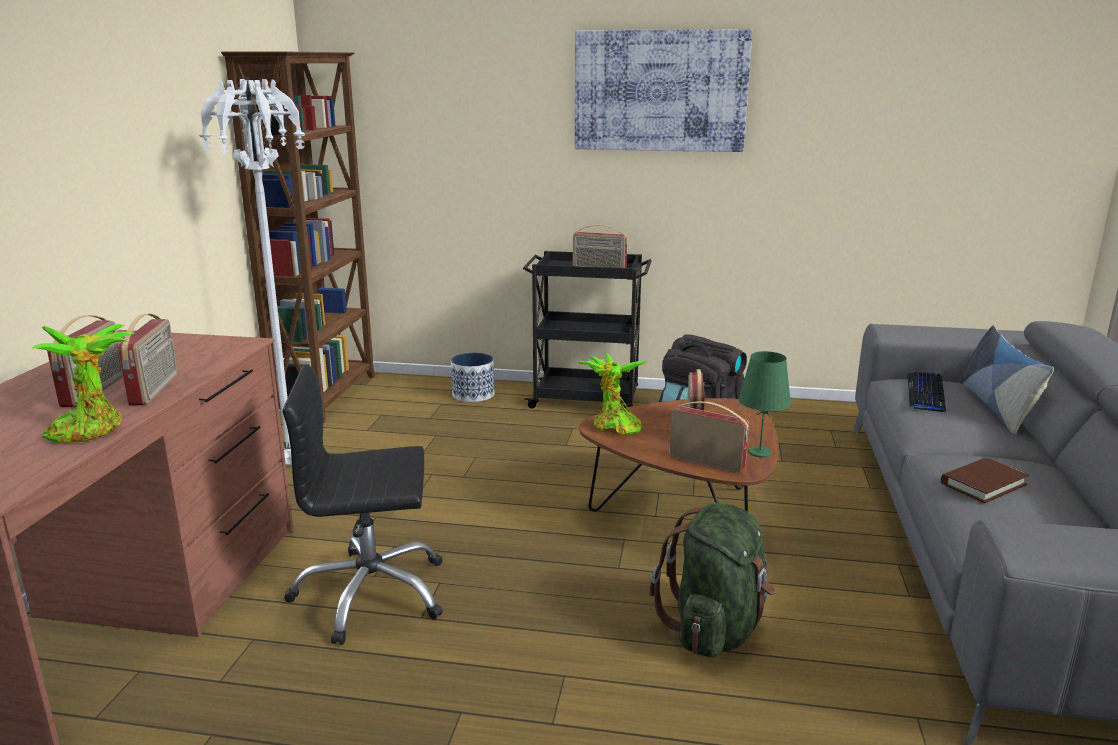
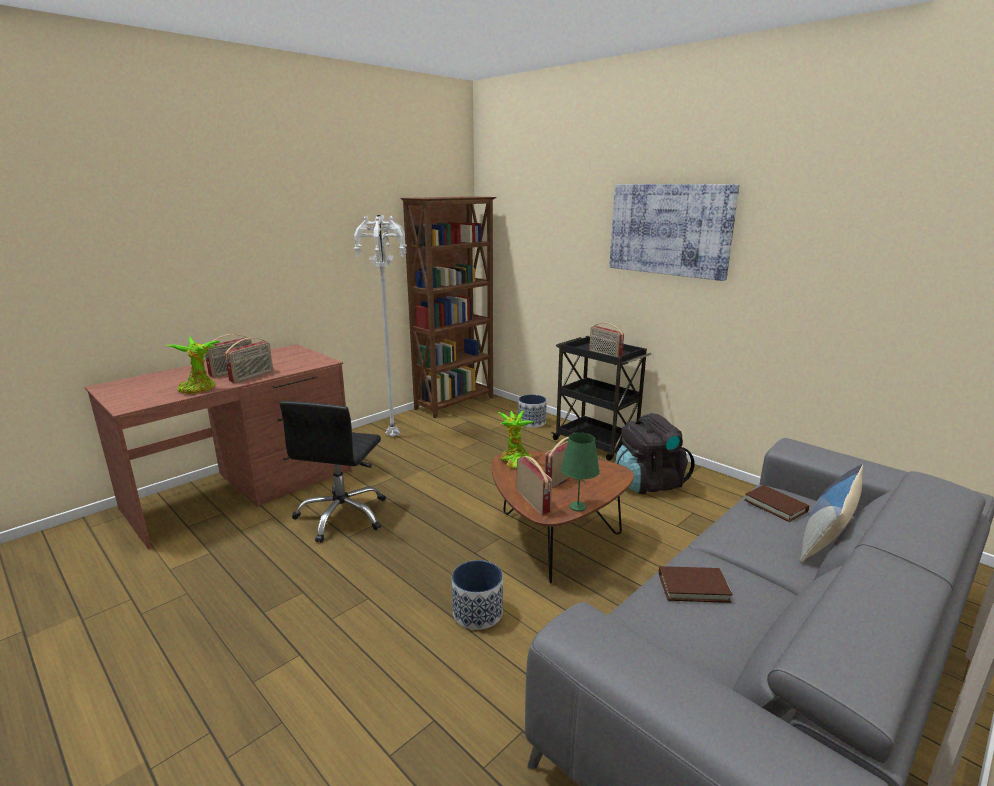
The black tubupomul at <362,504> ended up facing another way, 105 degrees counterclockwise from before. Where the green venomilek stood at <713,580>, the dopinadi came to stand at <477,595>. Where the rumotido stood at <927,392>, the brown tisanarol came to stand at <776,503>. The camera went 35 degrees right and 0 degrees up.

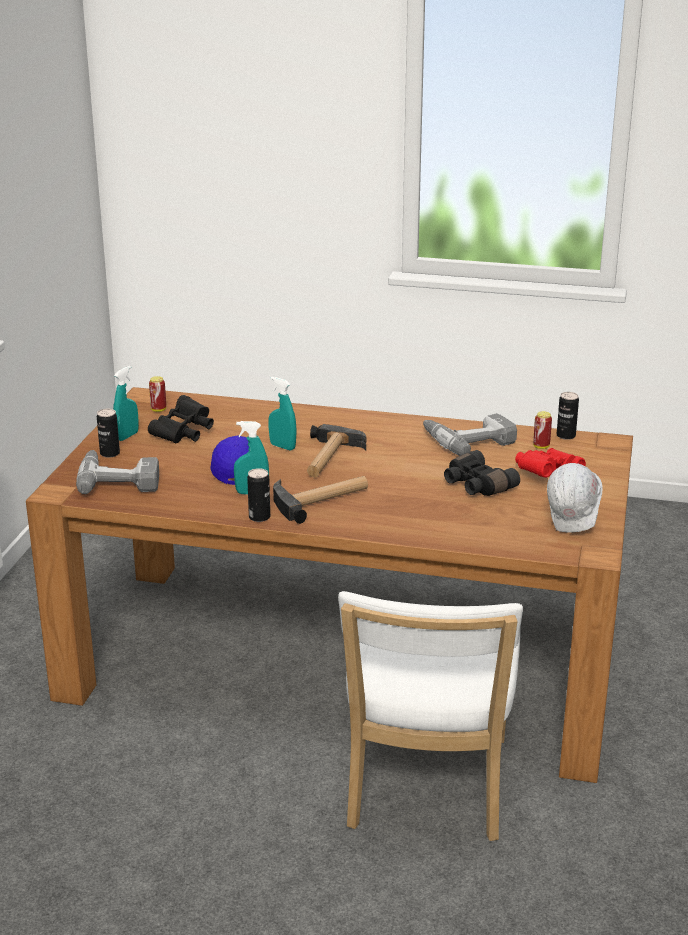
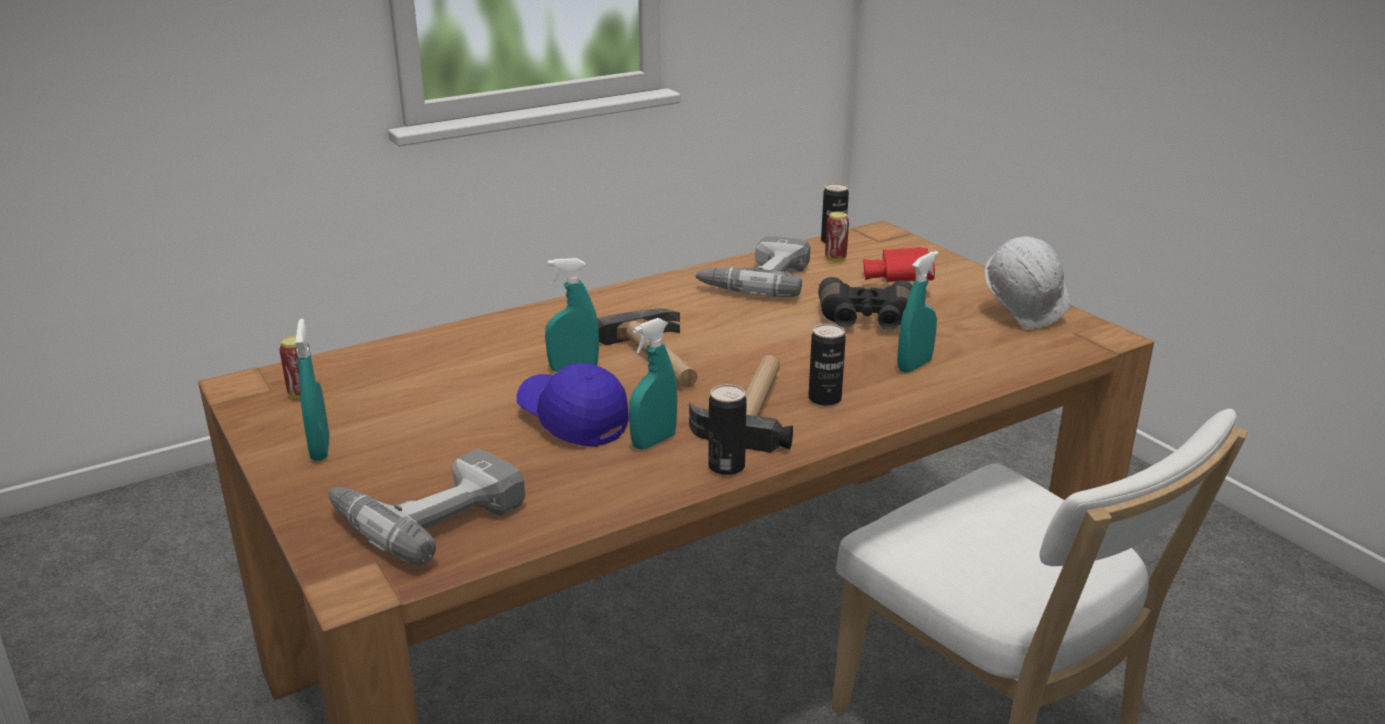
The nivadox ended up elsewhere, having gone from <108,433> to <827,365>. The second view gained the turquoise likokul at <918,312>. The second view lost the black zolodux at <181,419>. The camera went 45 degrees left and 0 degrees up.

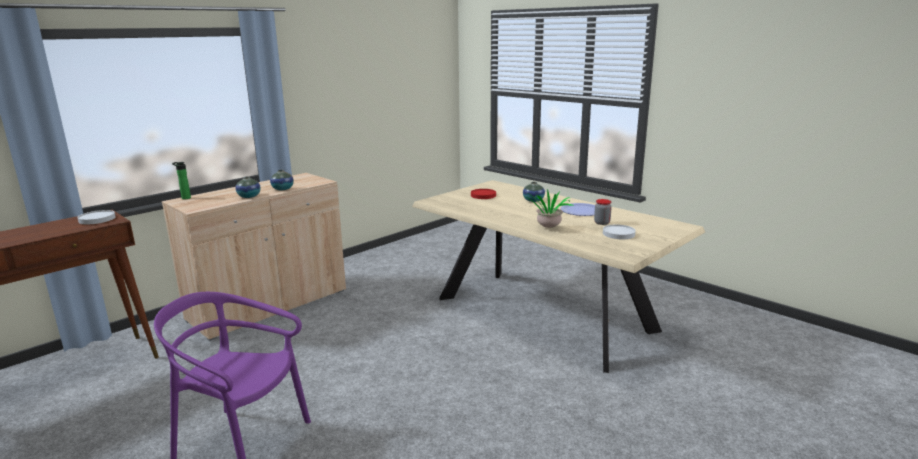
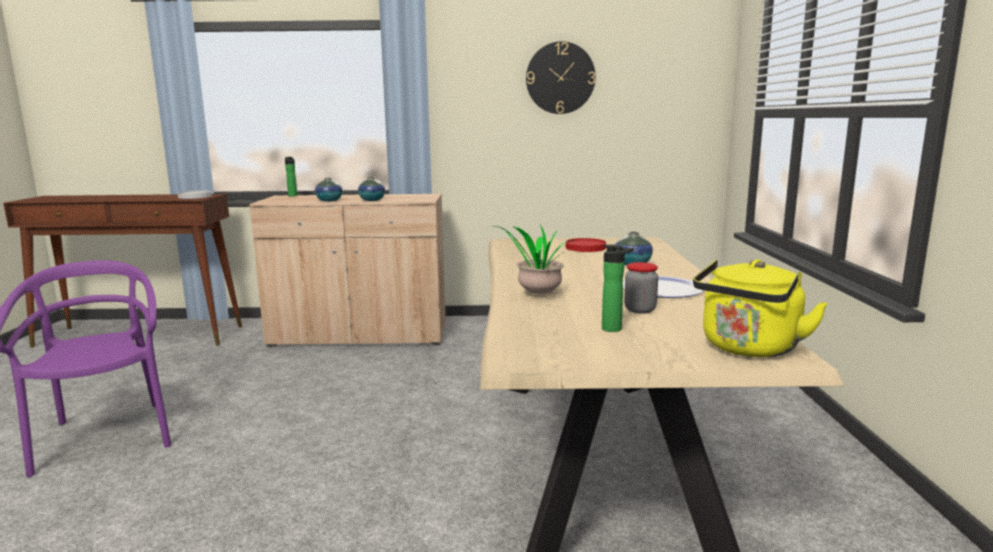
The second view gained the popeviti at <561,77>. Where the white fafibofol stood at <619,232>, the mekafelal came to stand at <618,288>. The second view gained the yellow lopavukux at <760,308>. The camera went 45 degrees right and 5 degrees down.

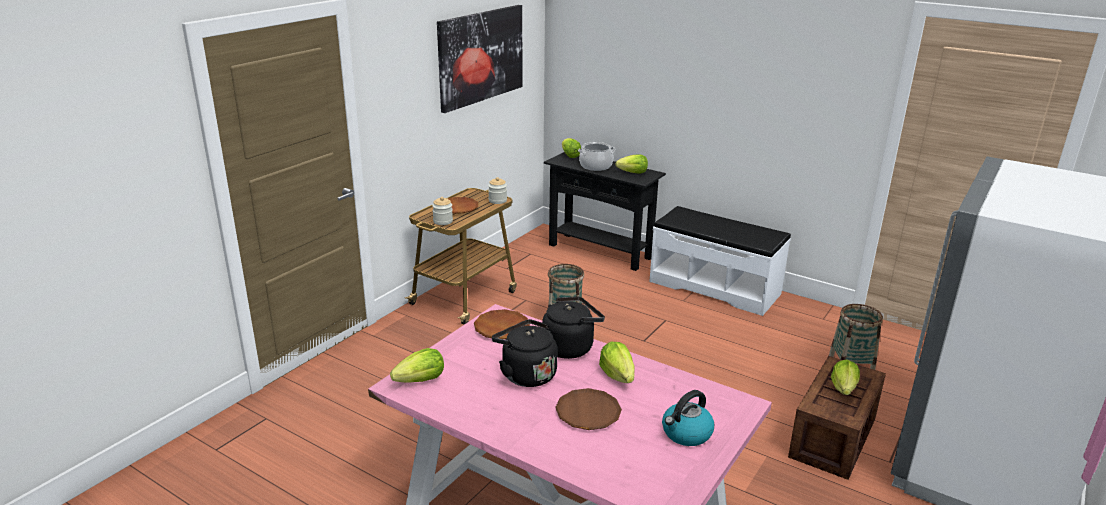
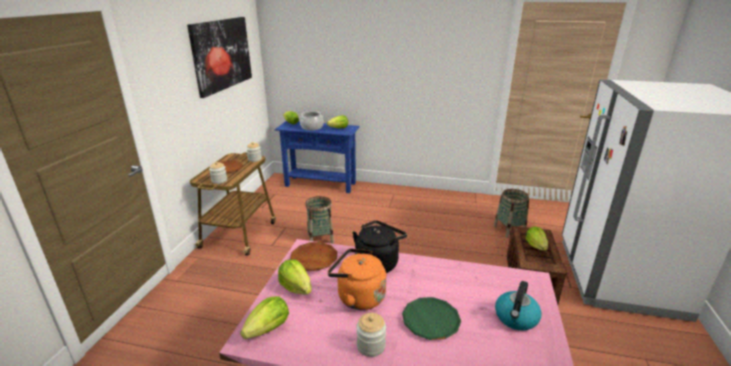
What was the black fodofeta at <605,211> turned into the blue fodofeta at <317,157>. The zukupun ended up elsewhere, having gone from <617,362> to <295,277>. What was the black lopavukux at <524,353> turned into the orange lopavukux at <357,279>. The second view gained the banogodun at <371,335>. What was the brown fafibofol at <588,409> turned into the green fafibofol at <431,318>. The second view lost the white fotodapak at <720,261>. The camera went 20 degrees left and 0 degrees up.

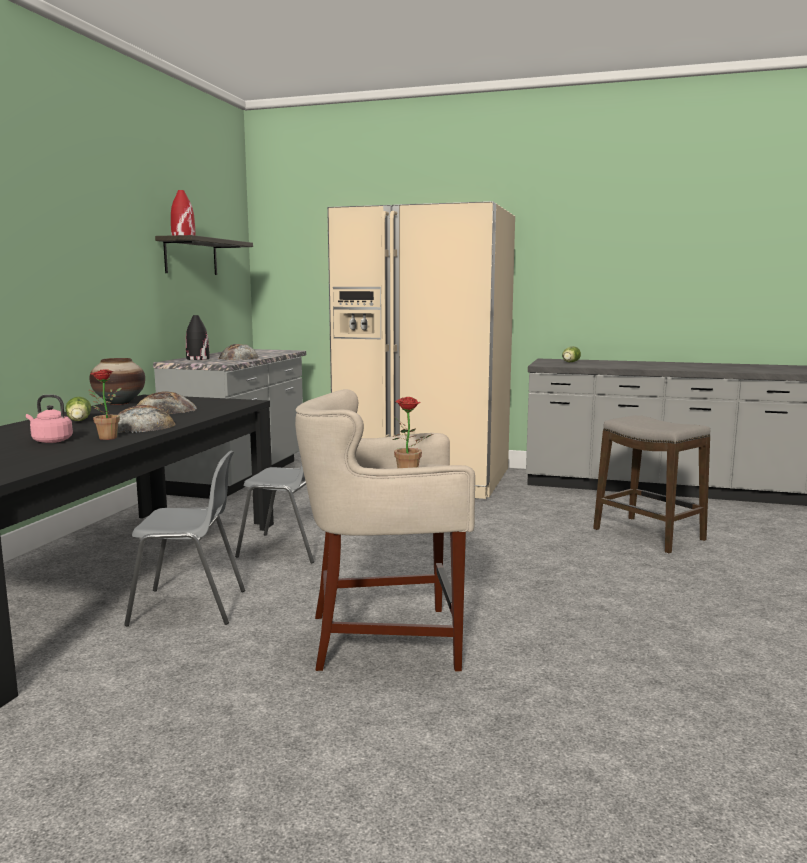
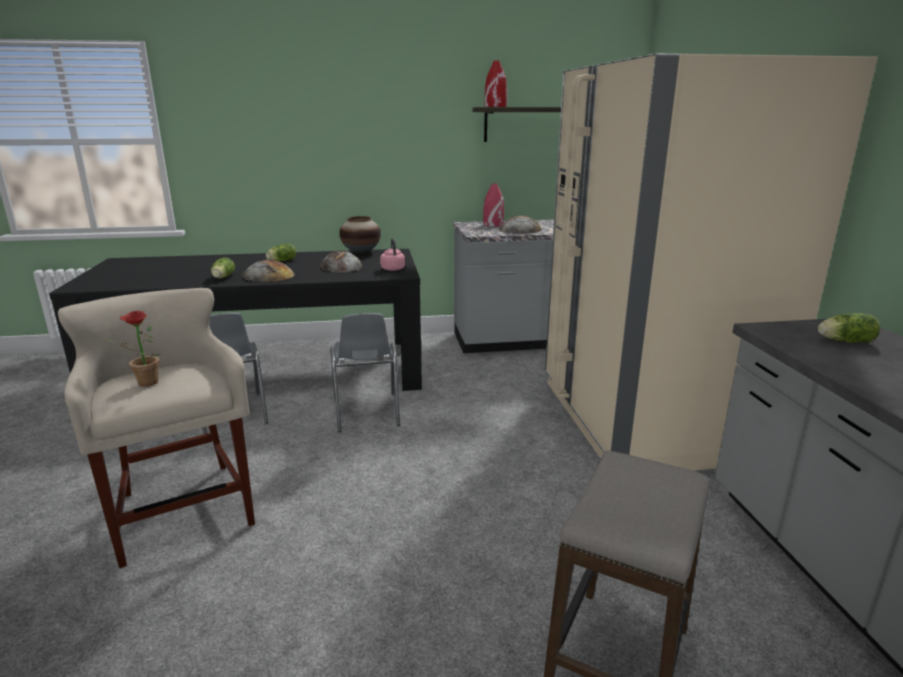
Where the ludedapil stood at <105,404>, the zukupun came to stand at <223,268>. The pink lopavukux ended up elsewhere, having gone from <49,419> to <392,254>. What was the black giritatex at <198,337> turned into the red giritatex at <493,204>. The camera went 65 degrees right and 10 degrees up.

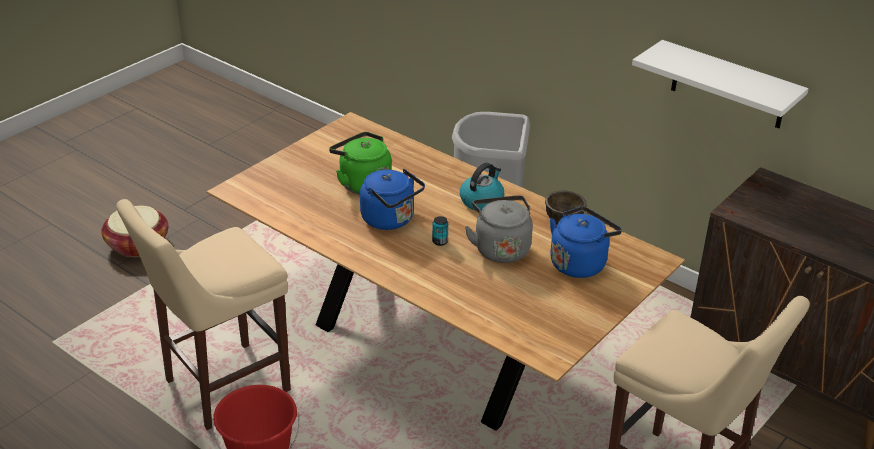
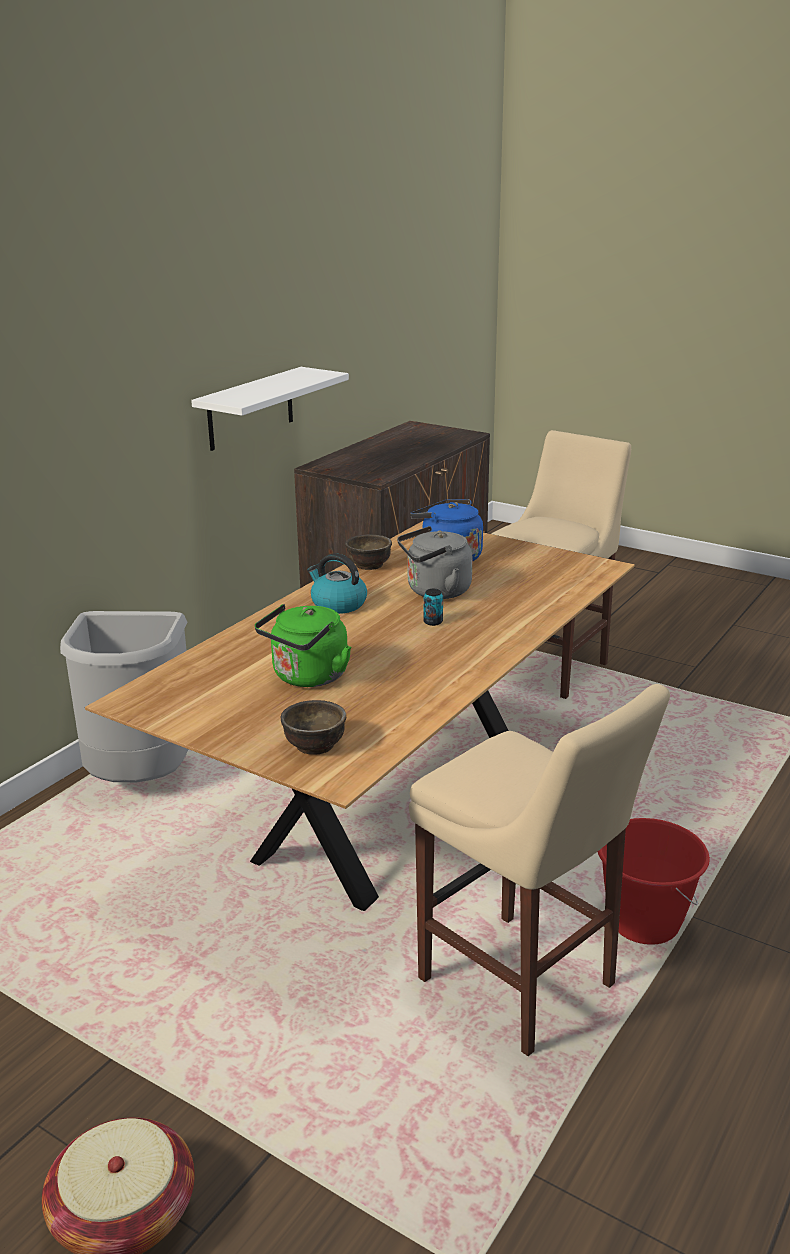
The second view gained the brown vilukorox at <313,727>. The second view lost the blue lopavukux at <392,199>. The camera went 95 degrees left and 10 degrees down.

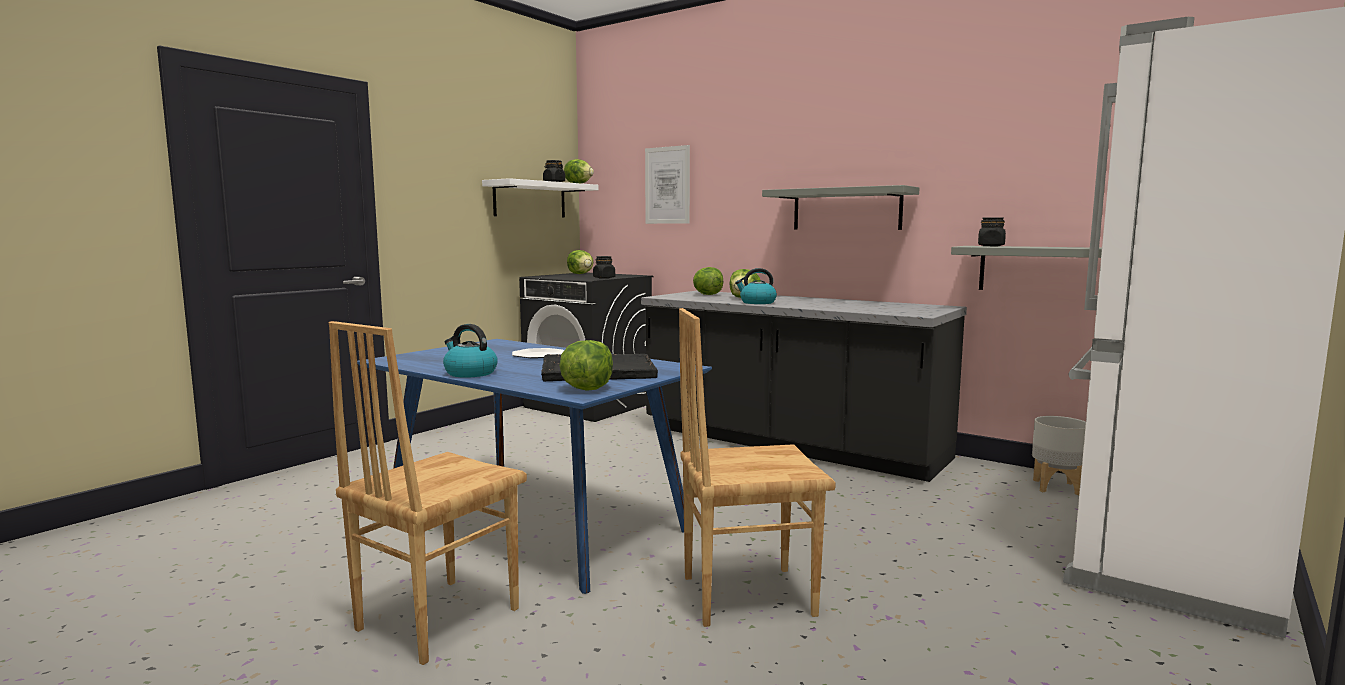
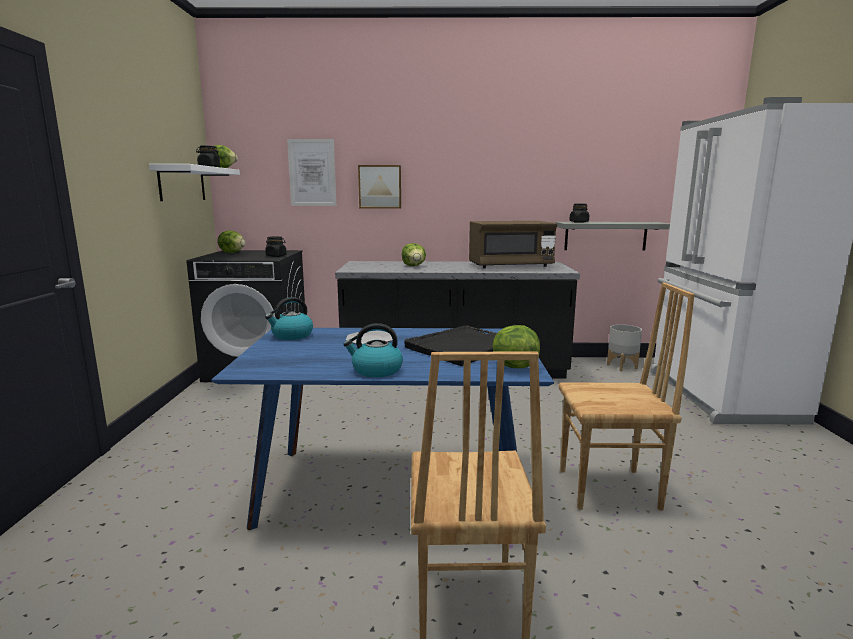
The lopavukux ended up elsewhere, having gone from <756,286> to <289,318>. The second view gained the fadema at <379,187>. The second view gained the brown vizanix at <513,244>. The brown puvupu at <757,467> ended up facing another way, 135 degrees counterclockwise from before. The second view lost the zukupun at <708,281>. The second view lost the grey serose at <841,207>. The camera went 35 degrees left and 5 degrees up.

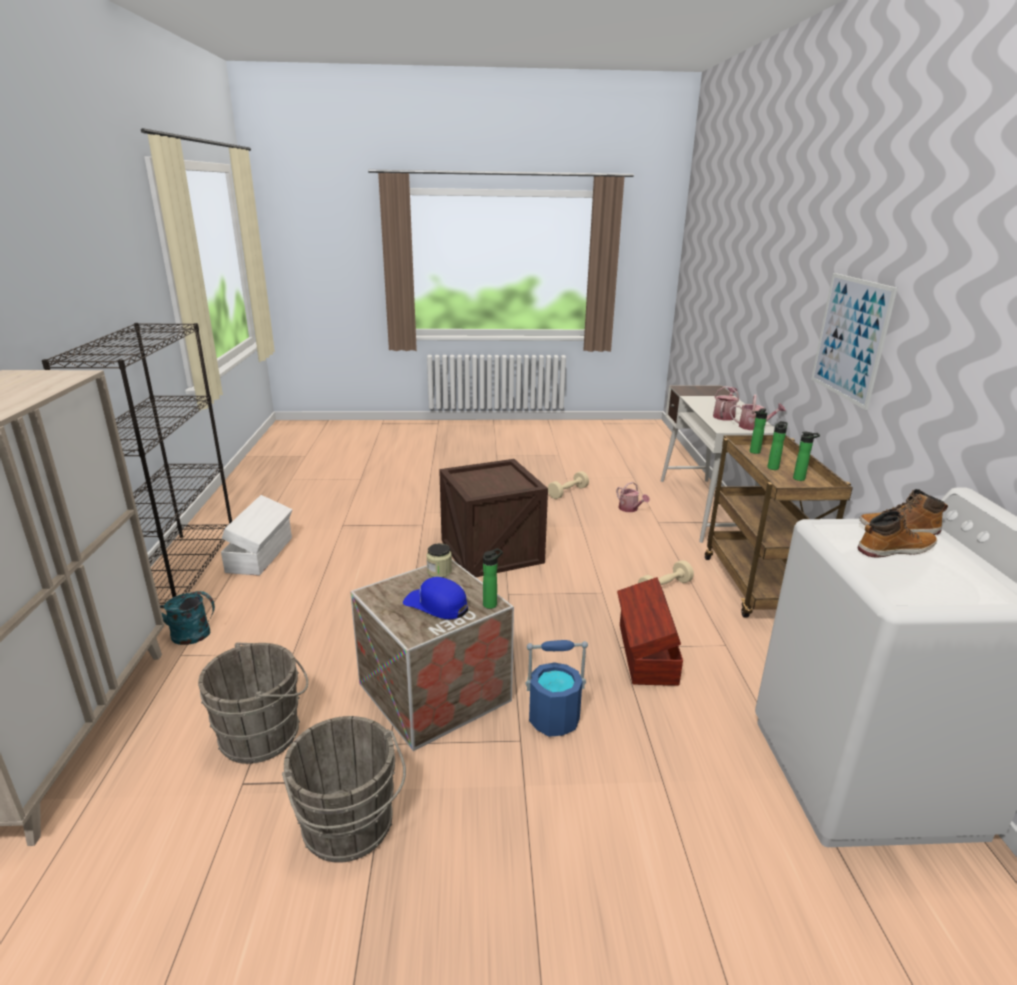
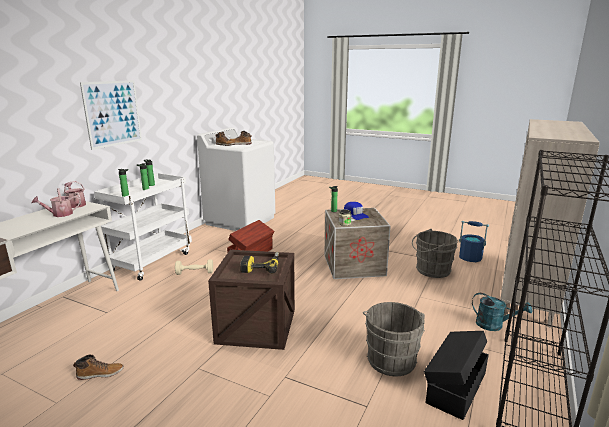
Where the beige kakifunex stood at <568,485>, the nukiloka came to stand at <98,367>. What was the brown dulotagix at <779,526> turned into the white dulotagix at <143,227>. The second view gained the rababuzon at <259,263>. The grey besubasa ended up elsewhere, having gone from <344,789> to <394,339>. What was the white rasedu at <257,535> turned into the black rasedu at <456,375>. The blue besubasa ended up elsewhere, having gone from <557,688> to <474,241>. The second view lost the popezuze at <633,497>. The camera went 150 degrees left and 5 degrees down.

